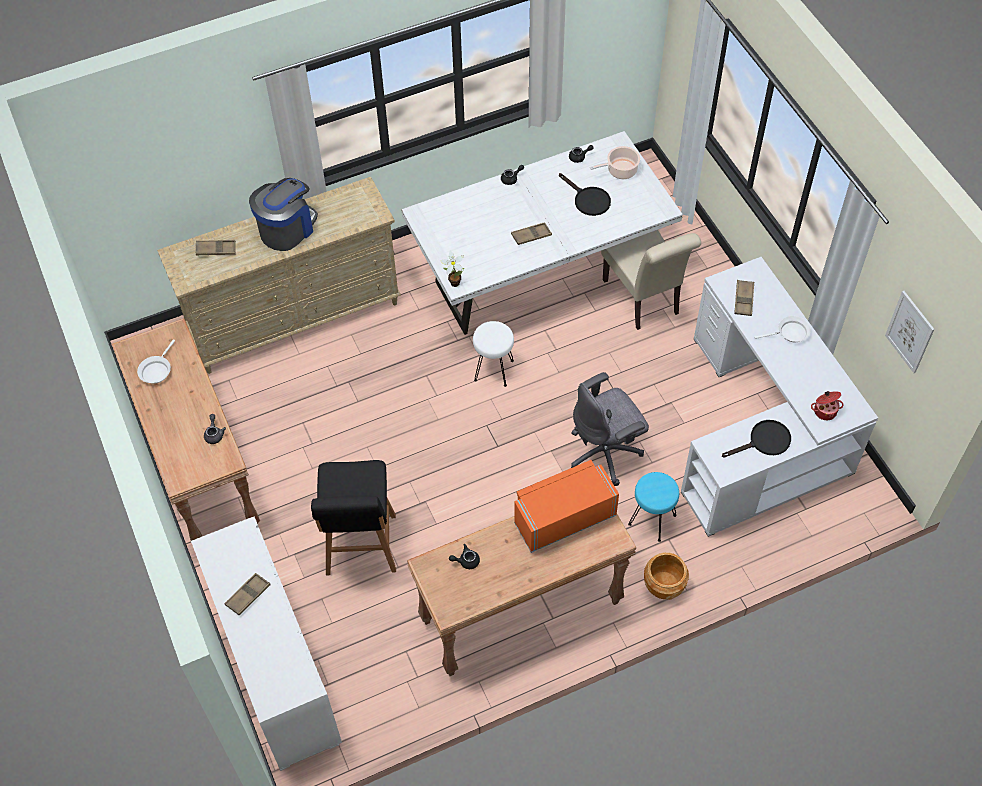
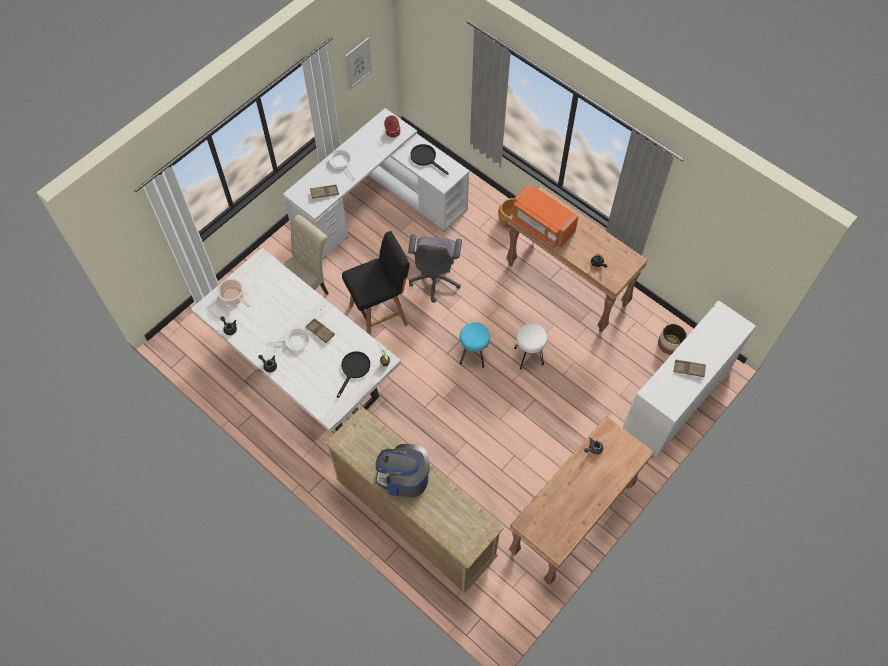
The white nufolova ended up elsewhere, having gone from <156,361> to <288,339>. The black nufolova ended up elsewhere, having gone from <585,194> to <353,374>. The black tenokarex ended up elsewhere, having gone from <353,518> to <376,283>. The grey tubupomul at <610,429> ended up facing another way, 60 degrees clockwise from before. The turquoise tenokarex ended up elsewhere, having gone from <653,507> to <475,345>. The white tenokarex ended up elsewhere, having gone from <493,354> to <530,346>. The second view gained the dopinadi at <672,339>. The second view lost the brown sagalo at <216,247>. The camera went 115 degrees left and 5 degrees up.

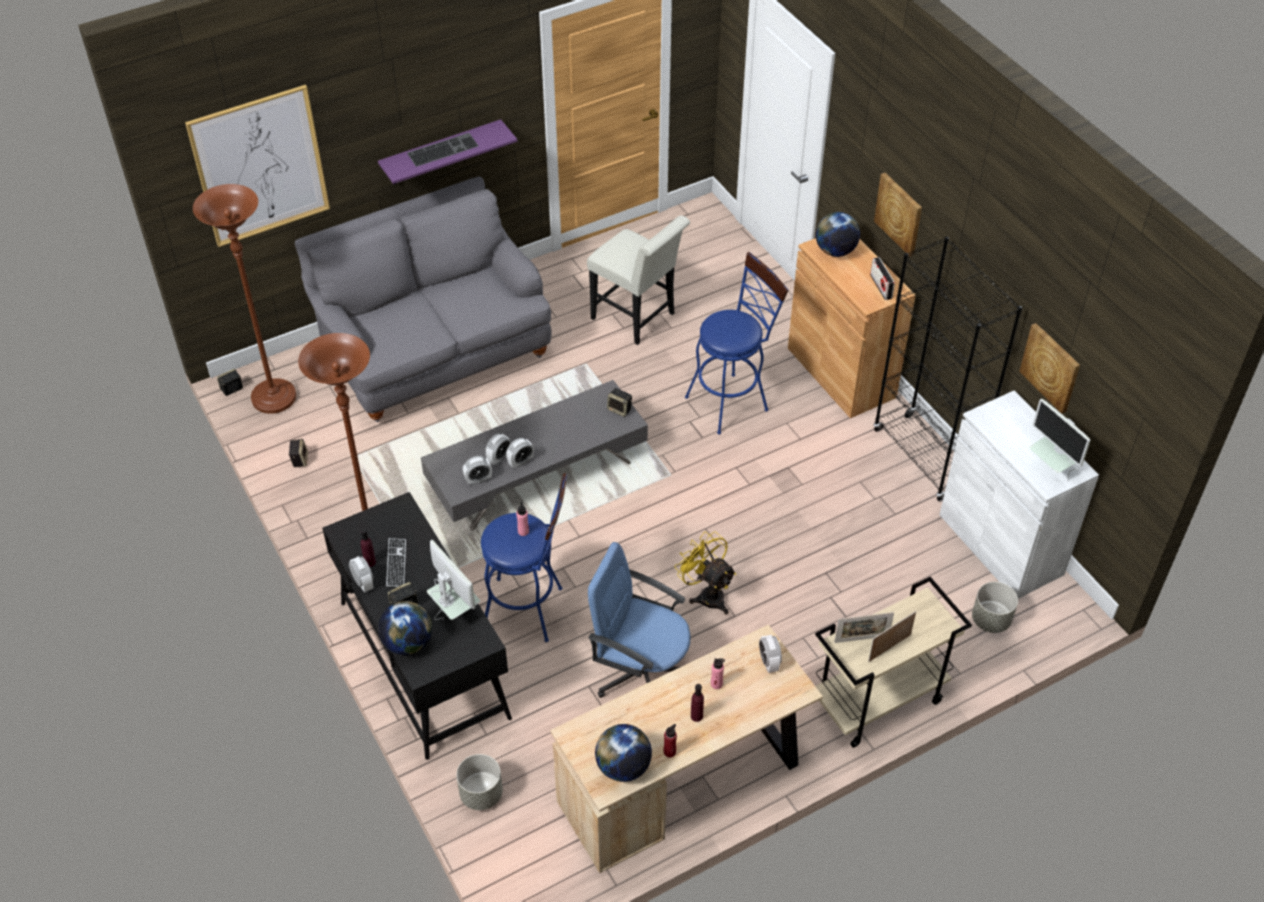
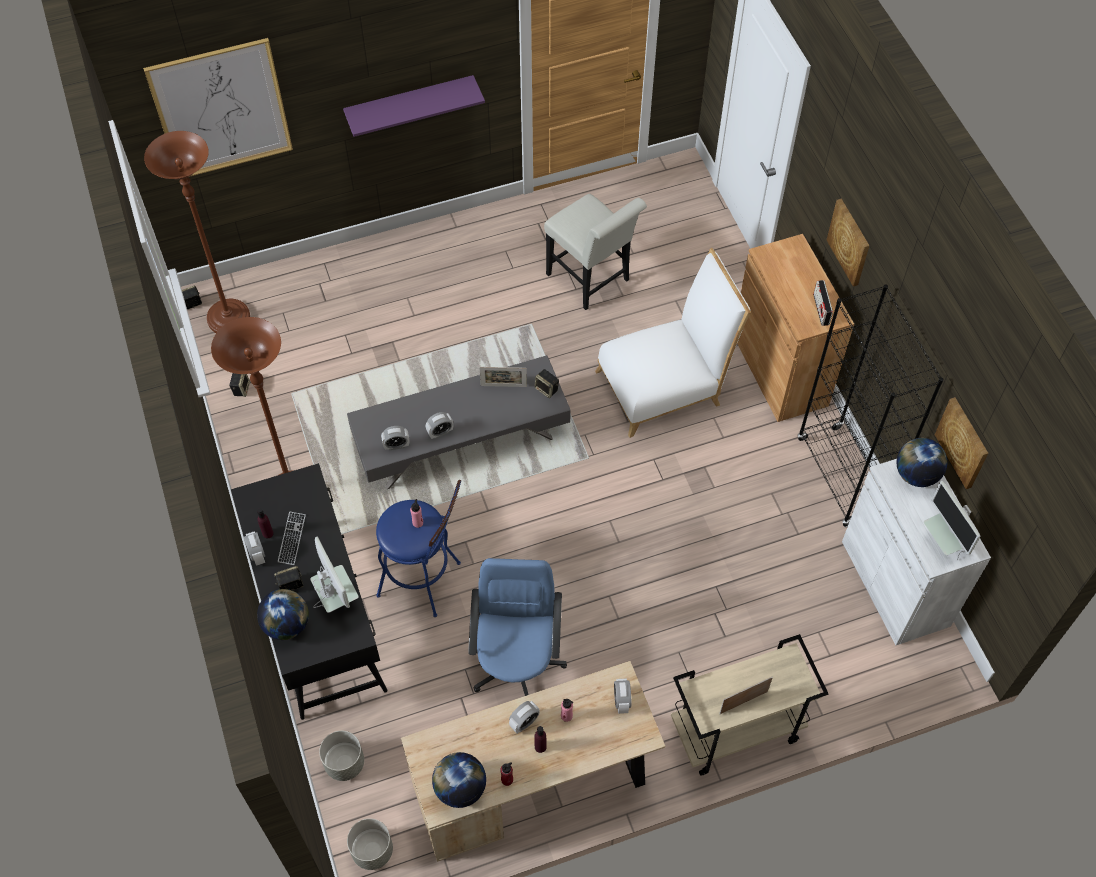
The grey dopinadi ended up elsewhere, having gone from <995,607> to <370,844>. The blue tubupomul at <639,620> ended up facing another way, 60 degrees clockwise from before. The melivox ended up elsewhere, having gone from <864,627> to <503,377>. The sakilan ended up elsewhere, having gone from <498,449> to <524,717>. Where the blue tenokarex stood at <736,343>, the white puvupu came to stand at <673,343>. The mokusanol ended up elsewhere, having gone from <838,234> to <922,462>. The second view lost the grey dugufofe at <423,299>. The second view lost the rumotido at <442,150>. The second view lost the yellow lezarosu at <705,573>. The camera went 10 degrees right and 10 degrees up.

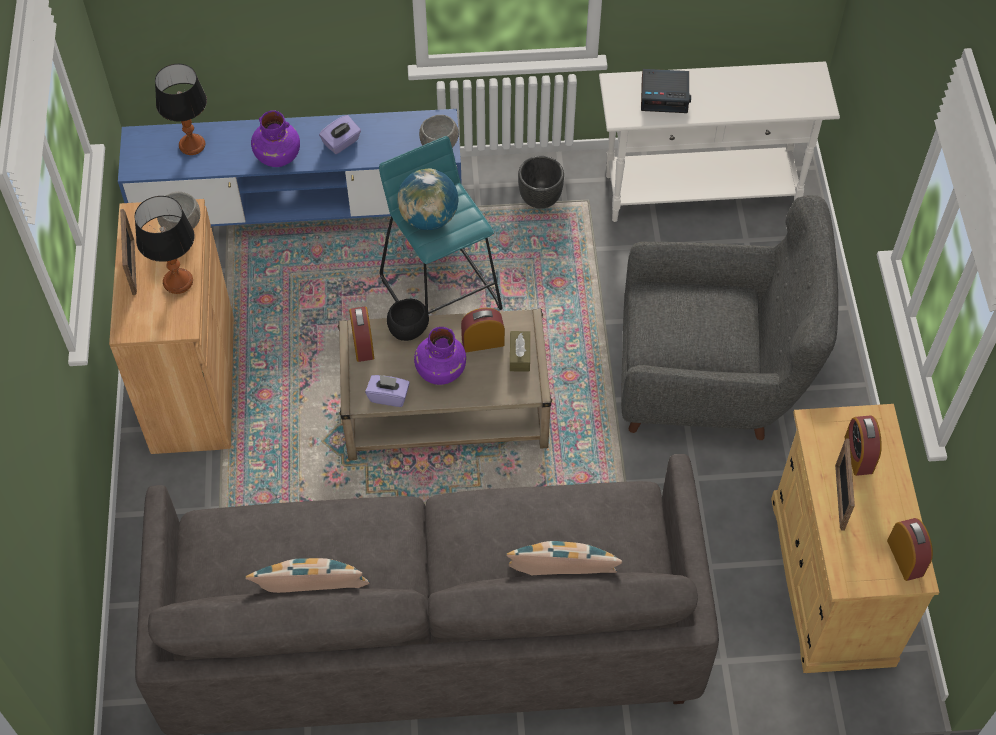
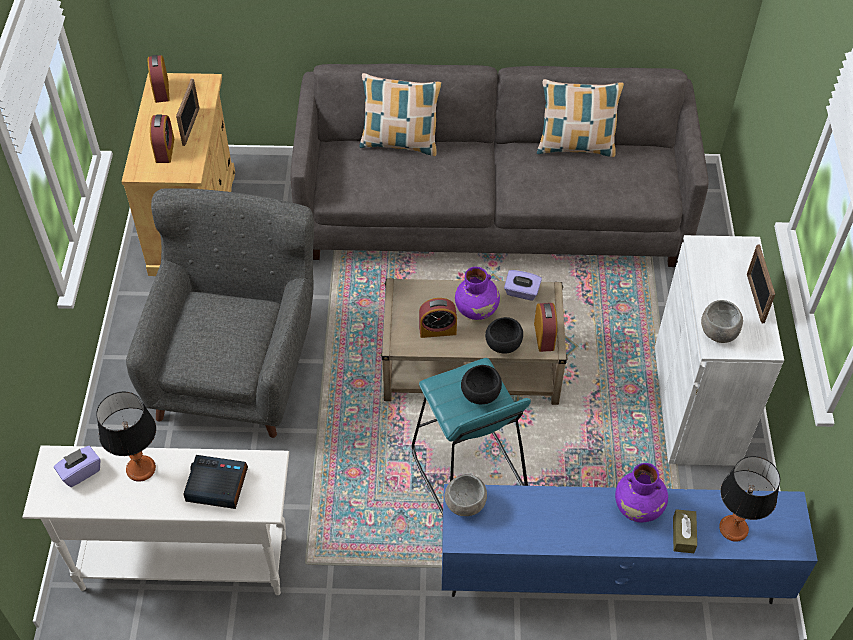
The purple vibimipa ended up elsewhere, having gone from <340,134> to <77,466>. The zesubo ended up elsewhere, having gone from <164,245> to <126,437>. The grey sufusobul at <729,317> ended up facing another way, 90 degrees clockwise from before. Where the mokusanol stood at <427,199>, the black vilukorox came to stand at <481,384>. What was the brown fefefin at <171,326> turned into the white fefefin at <719,350>. The brown vibimipa ended up elsewhere, having gone from <520,351> to <685,531>. The second view lost the black dopinadi at <541,182>. The camera went 175 degrees left and 5 degrees down.

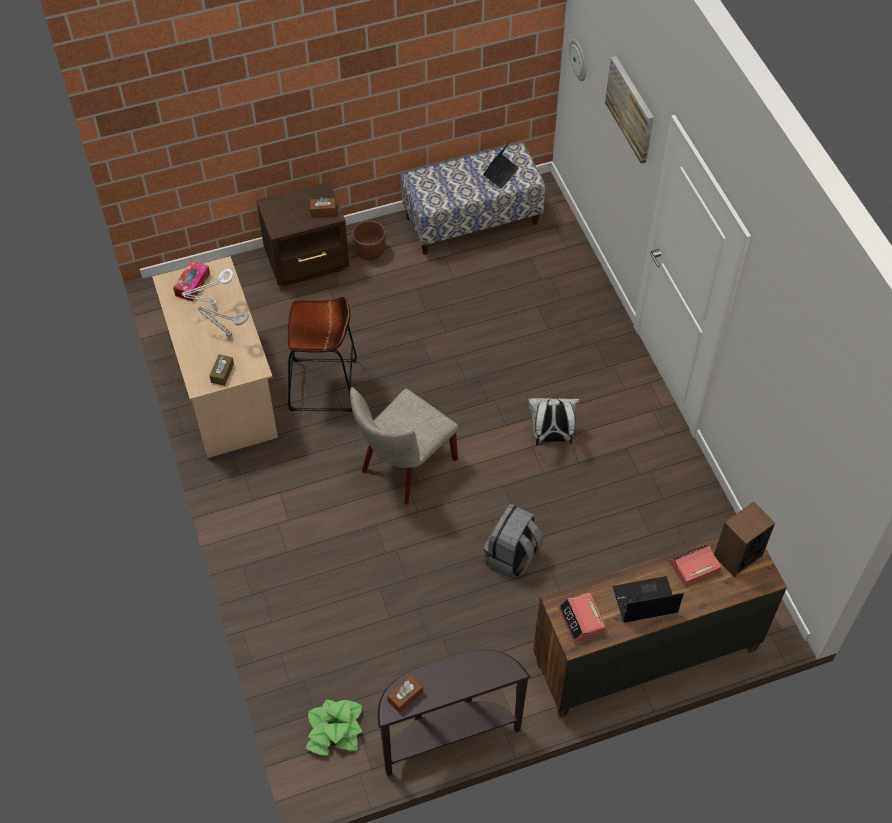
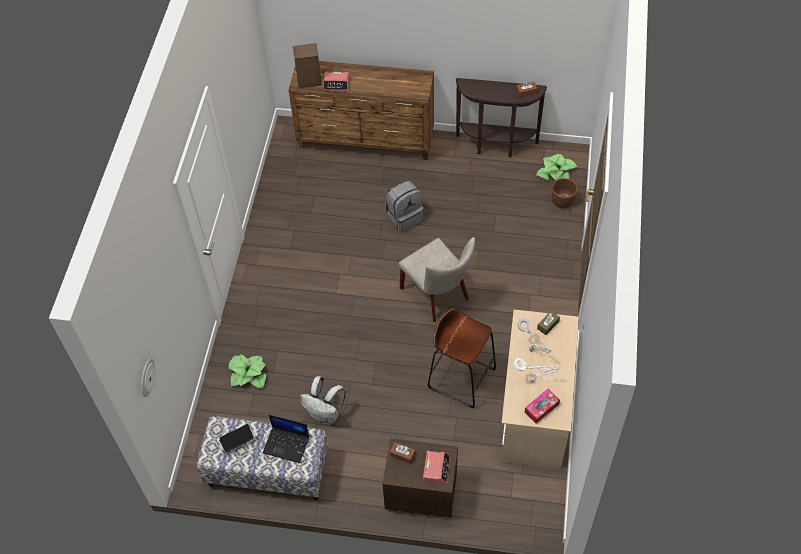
The second view gained the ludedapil at <247,371>. The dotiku ended up elsewhere, having gone from <648,599> to <285,439>. The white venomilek ended up elsewhere, having gone from <553,421> to <323,400>. The beige puvupu at <404,445> ended up facing another way, 75 degrees clockwise from before. The sakilan ended up elsewhere, having gone from <582,618> to <437,467>. The brown dopinadi ended up elsewhere, having gone from <368,241> to <565,193>. The second view lost the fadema at <629,110>. The camera went 150 degrees left and 0 degrees up.

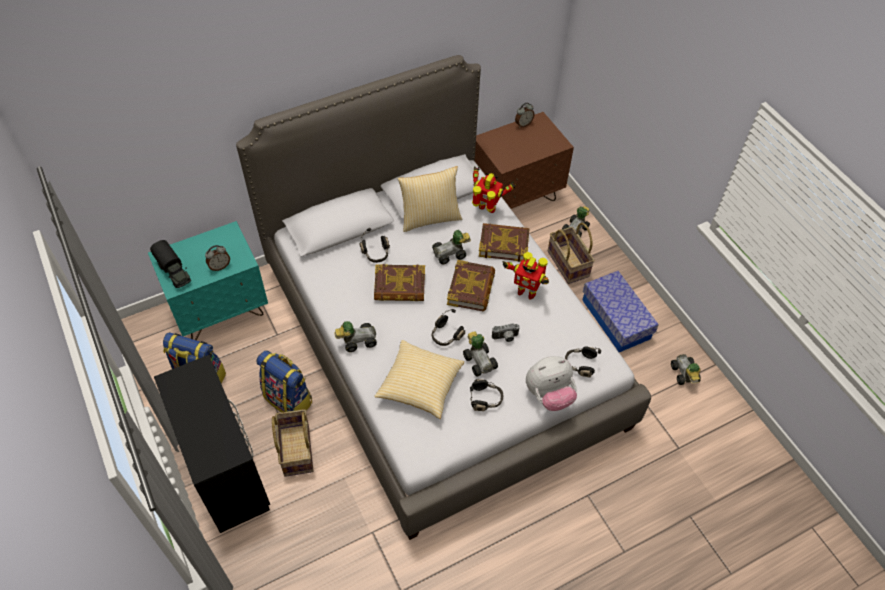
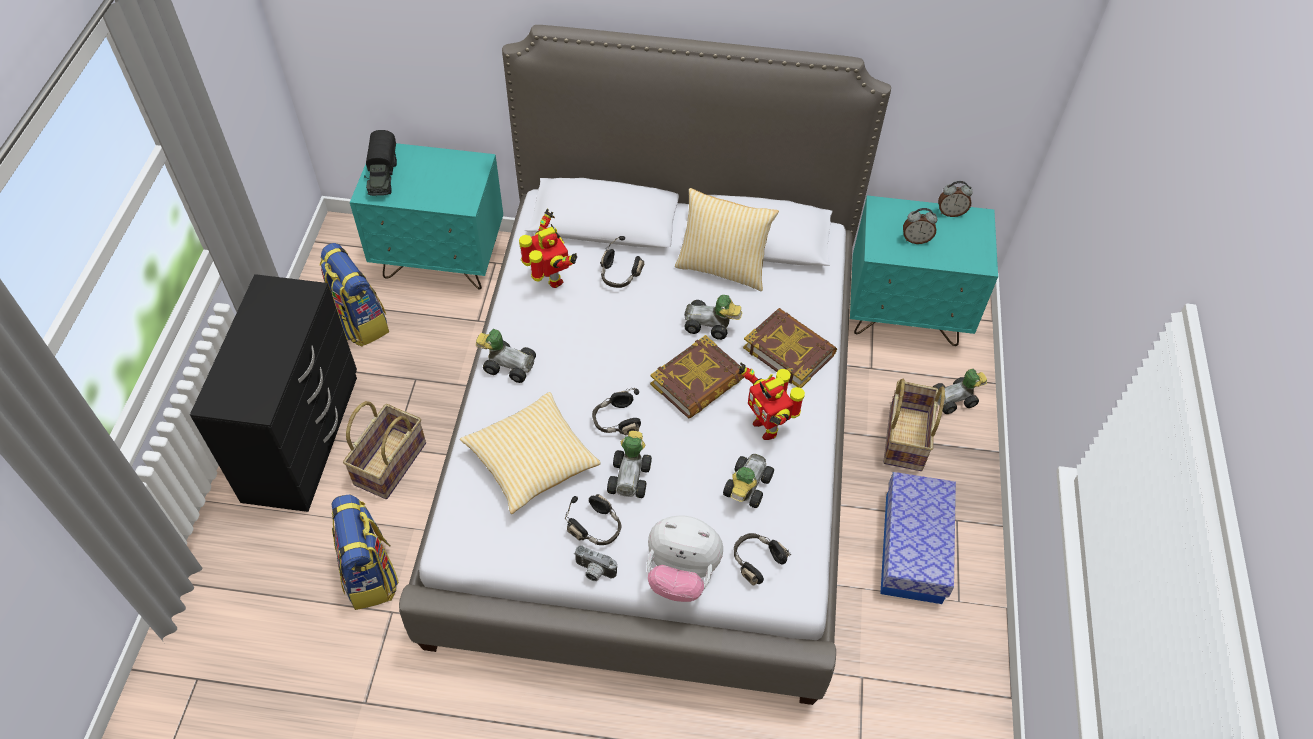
The venomilek ended up elsewhere, having gone from <284,381> to <365,552>. The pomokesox ended up elsewhere, having gone from <494,189> to <548,248>. The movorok ended up elsewhere, having gone from <506,332> to <595,563>. The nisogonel ended up elsewhere, having gone from <686,369> to <748,481>. What was the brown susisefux at <524,160> turned into the turquoise susisefux at <924,270>. The sakilan ended up elsewhere, having gone from <217,258> to <920,226>. The second view lost the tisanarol at <399,282>. The camera went 35 degrees right and 0 degrees up.

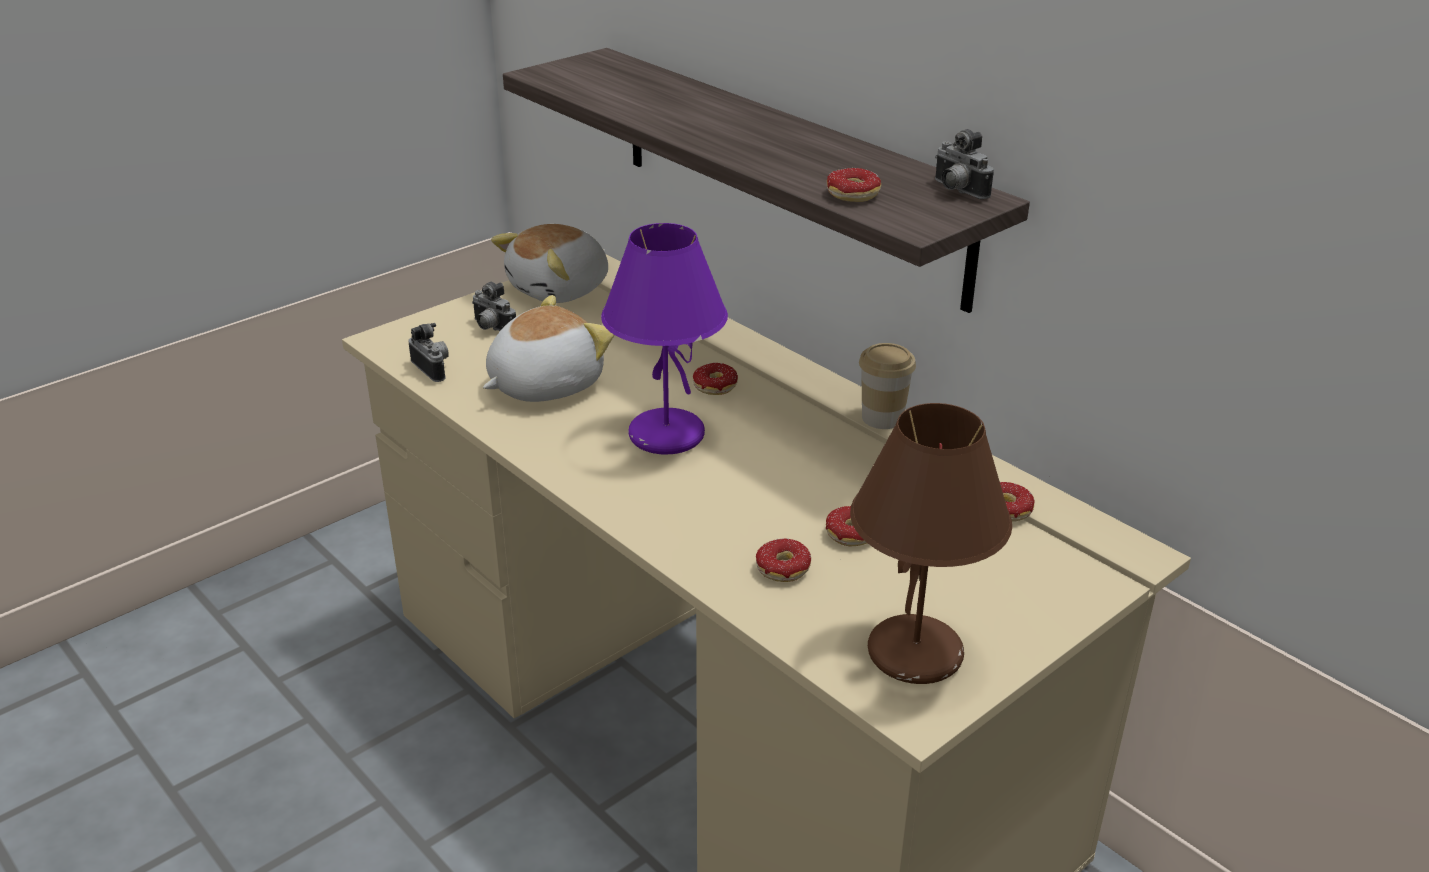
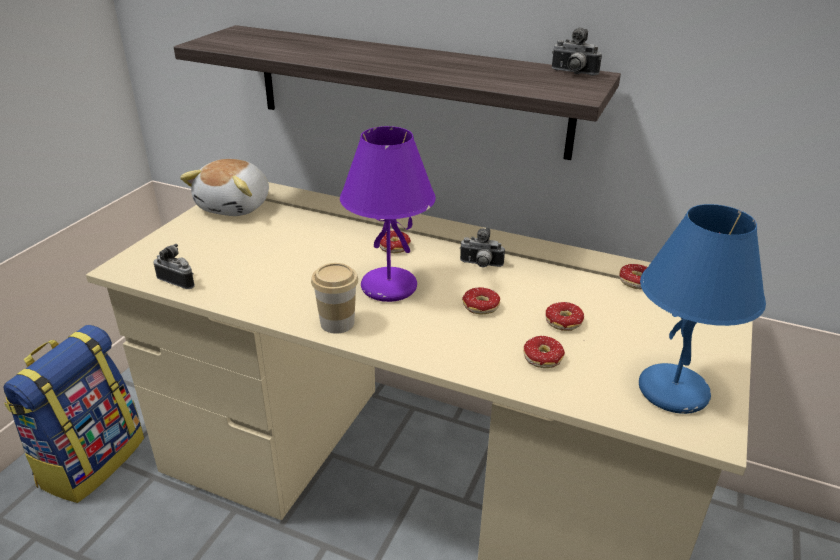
The second view gained the venomilek at <73,414>. The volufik ended up elsewhere, having gone from <887,386> to <334,298>. The movorok ended up elsewhere, having gone from <494,306> to <482,247>. The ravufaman ended up elsewhere, having gone from <854,185> to <481,301>. What was the brown zesubo at <931,543> turned into the blue zesubo at <702,309>. The second view lost the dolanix at <548,348>. The camera went 25 degrees left and 0 degrees up.

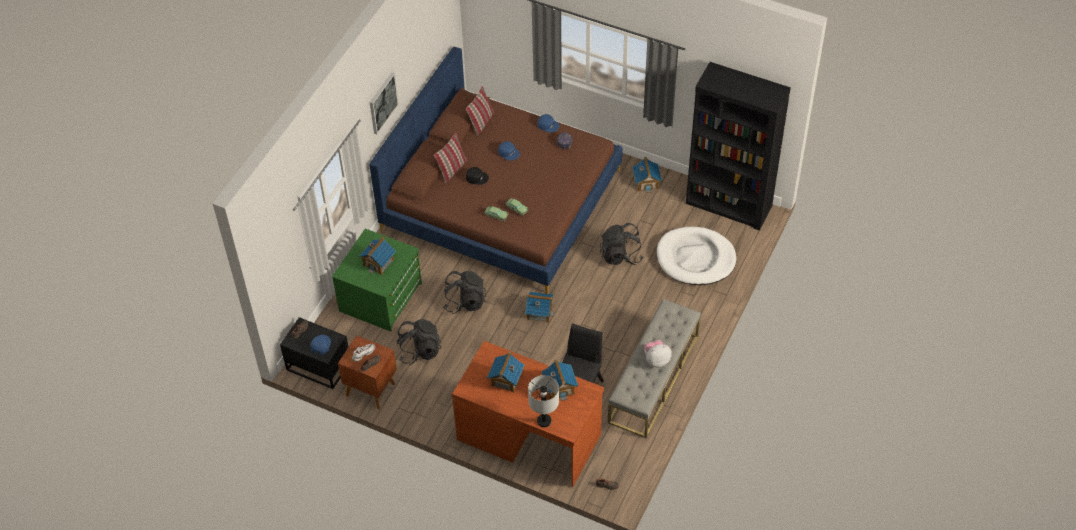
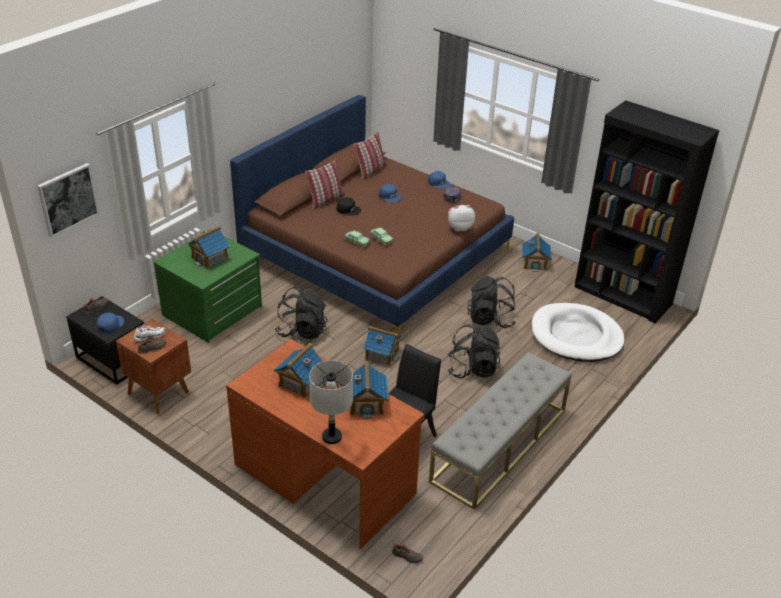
The fadema ended up elsewhere, having gone from <384,103> to <68,200>. The dolanix ended up elsewhere, having gone from <658,353> to <461,218>. The black venomilek ended up elsewhere, having gone from <419,342> to <474,351>. The camera went 10 degrees right and 15 degrees down.

